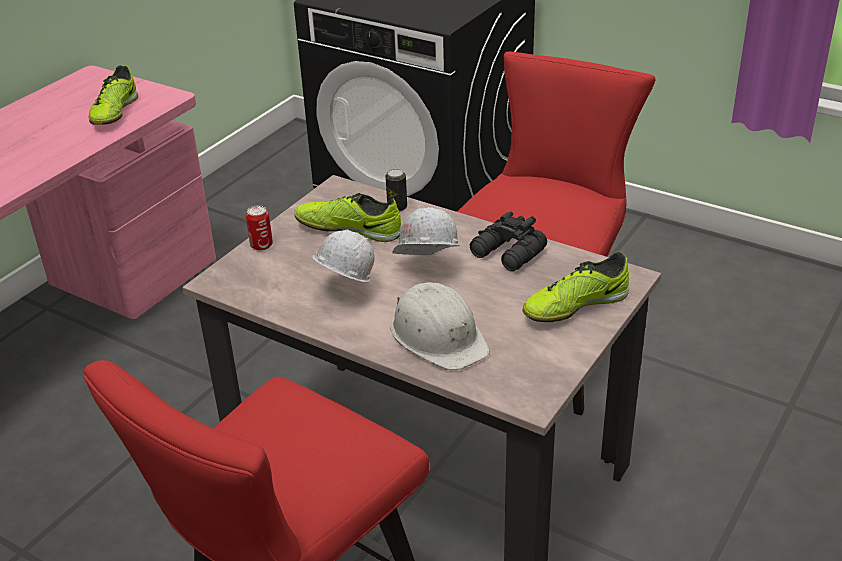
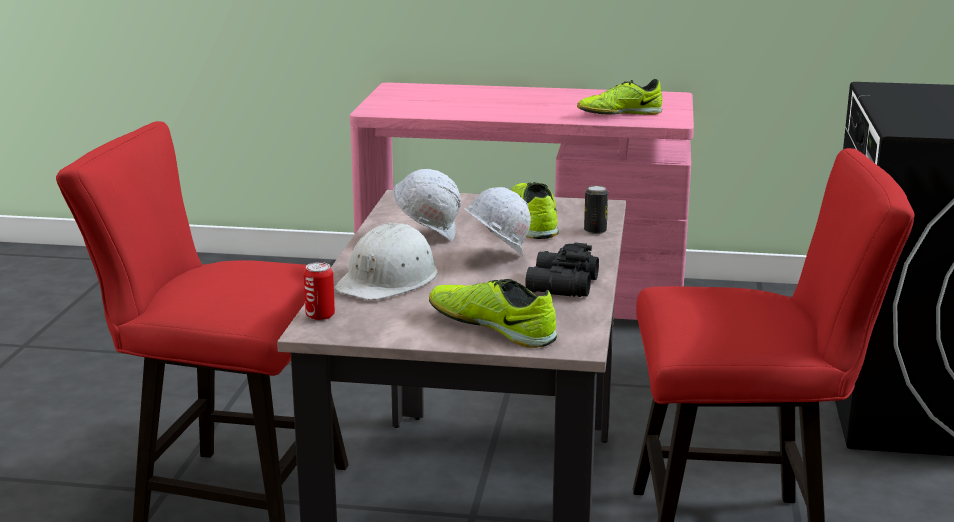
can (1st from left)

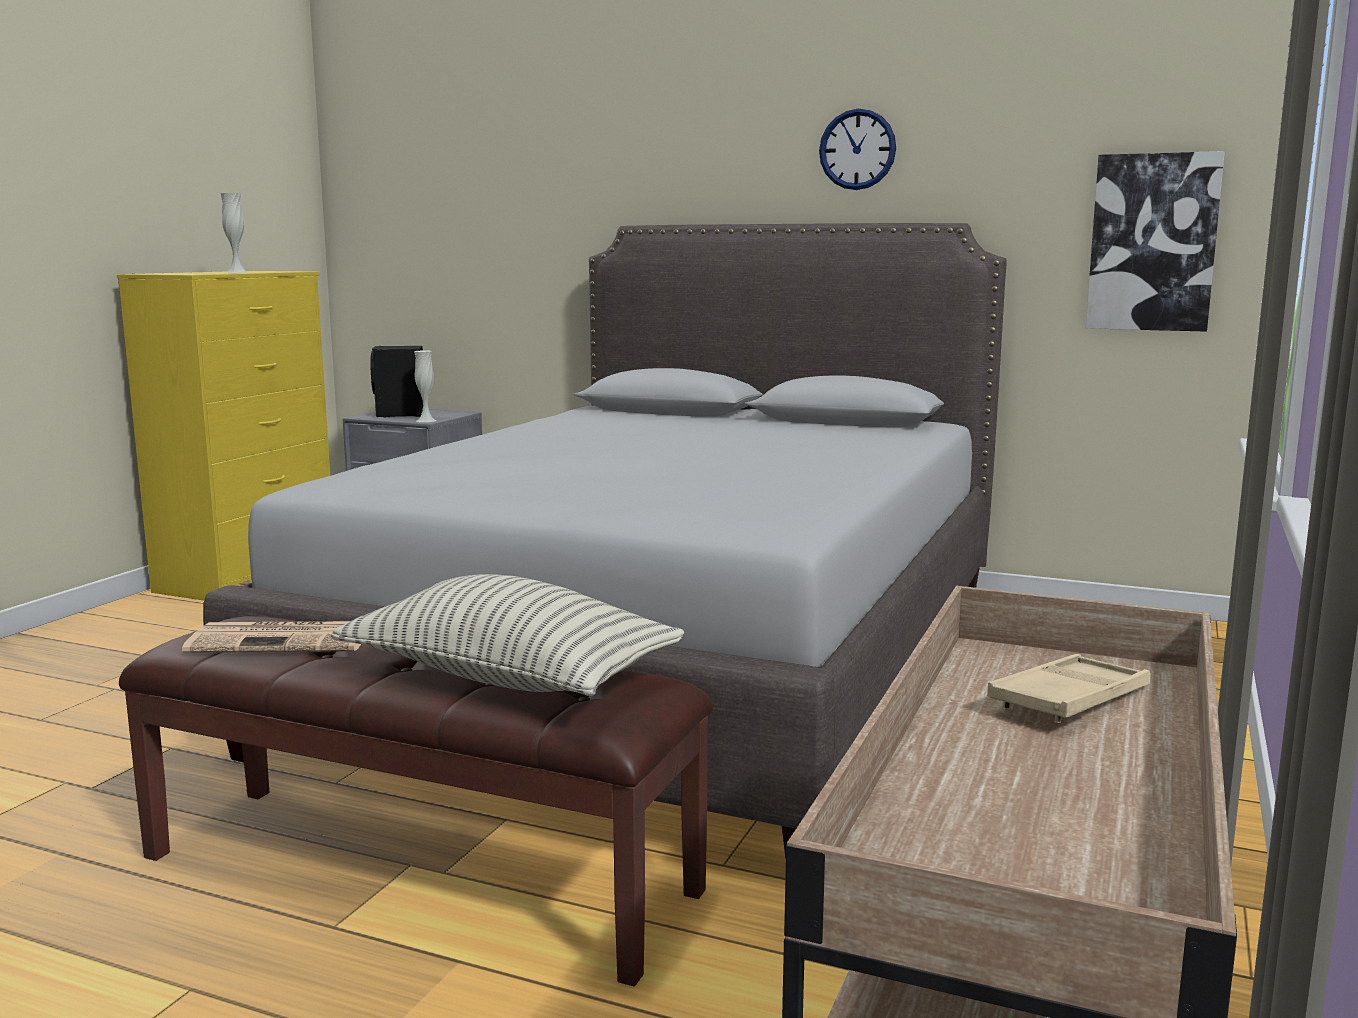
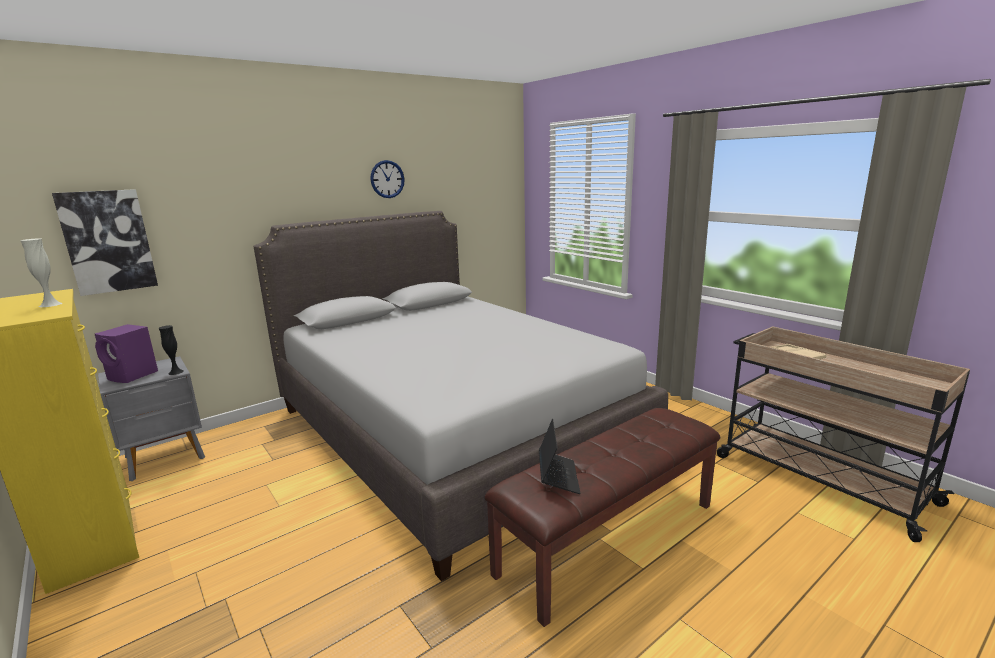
laptop; pillow; purple speaker; black vase; picture

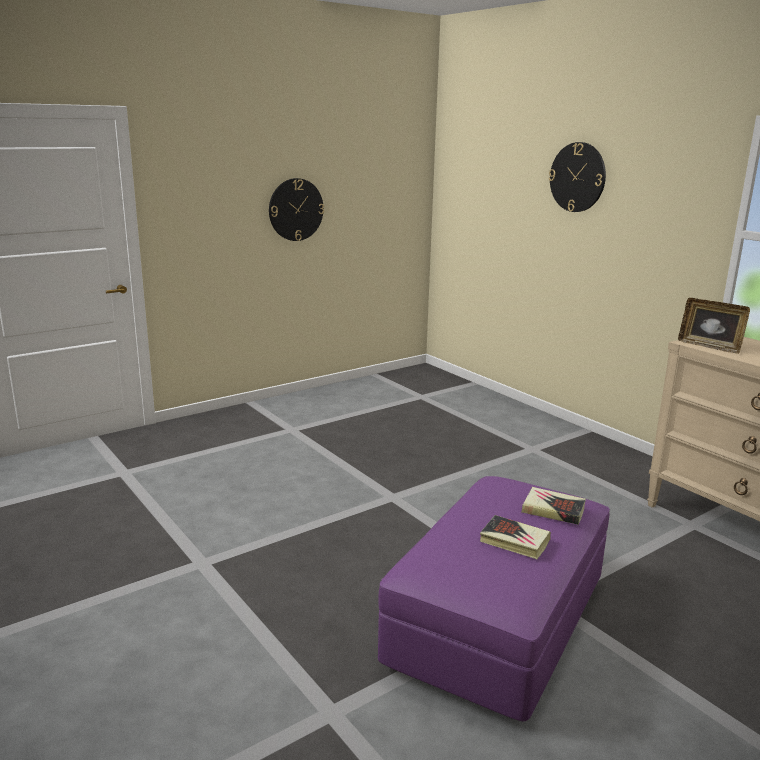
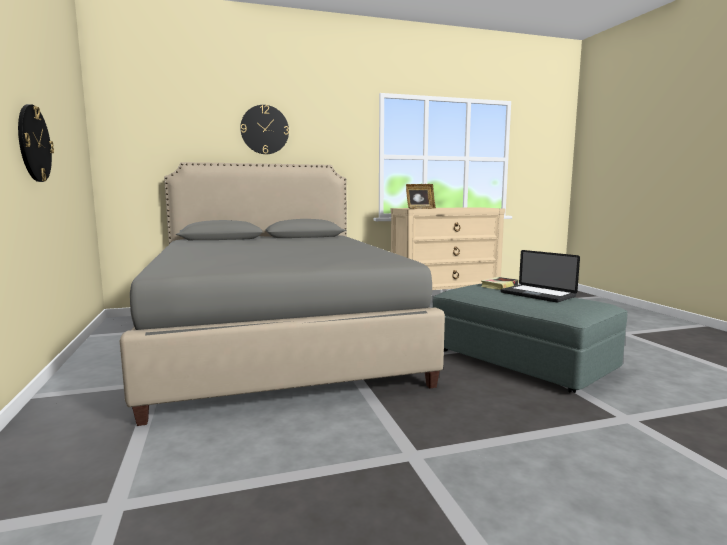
grey ottoman; laptop; grey bed

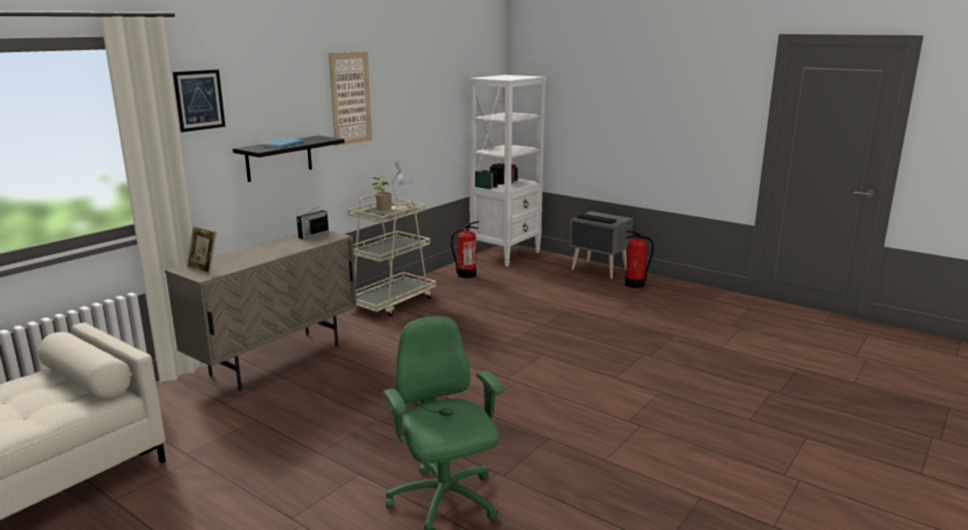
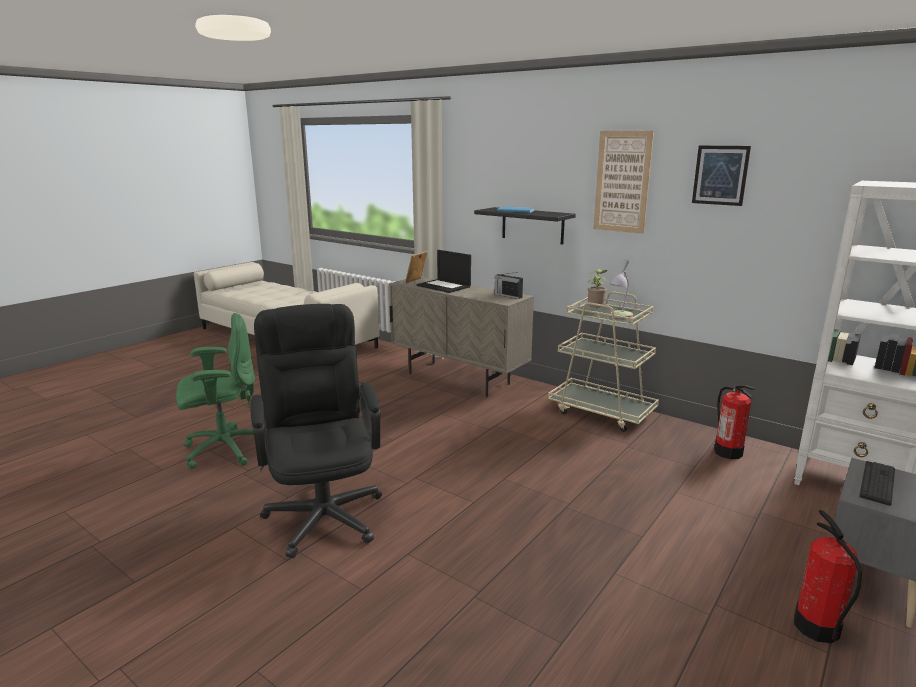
picture (2nd from left); black office chair; laptop

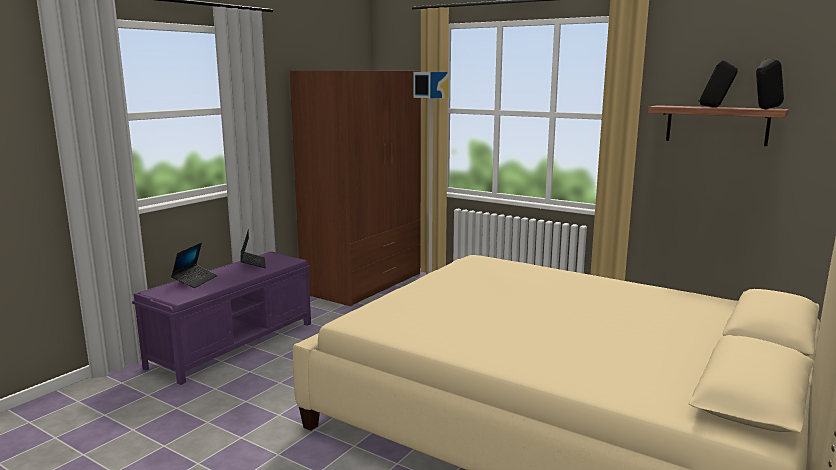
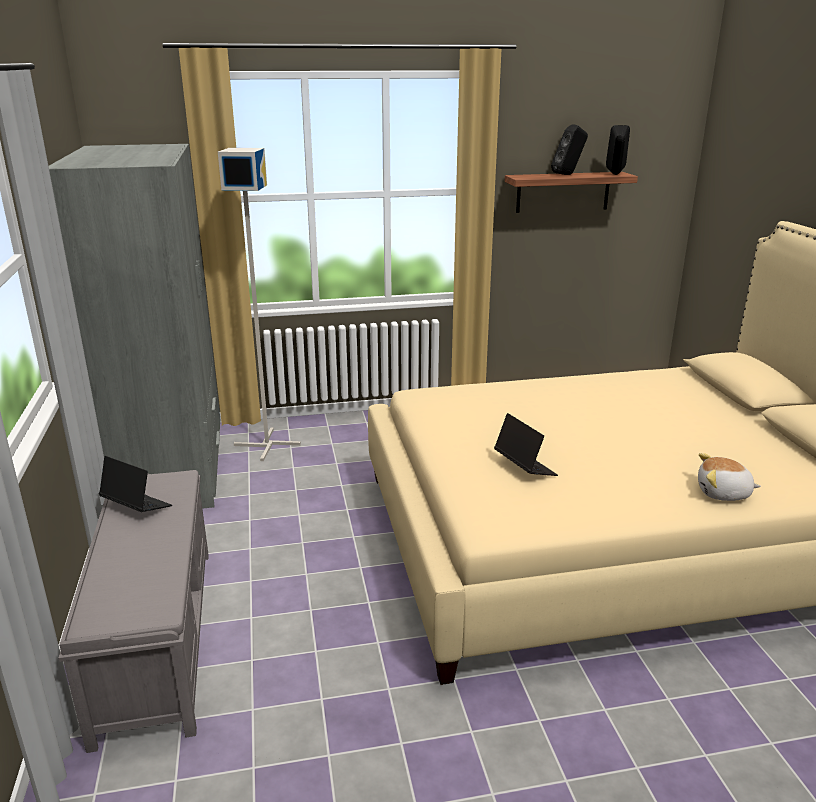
grey bench; laptop (2nd from left); grey wardrobe; plush toy

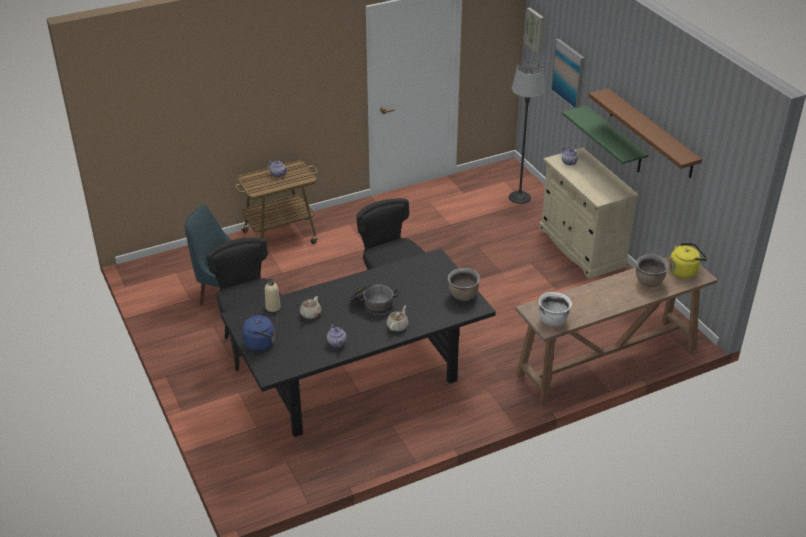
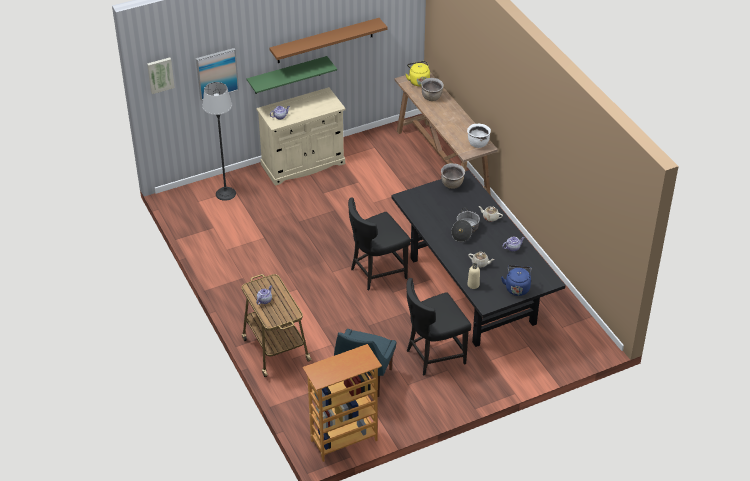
bookcase

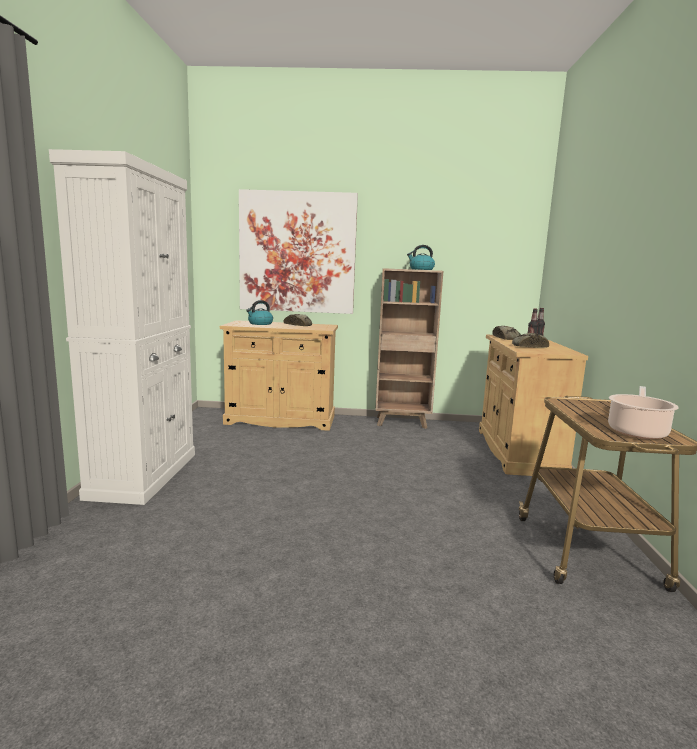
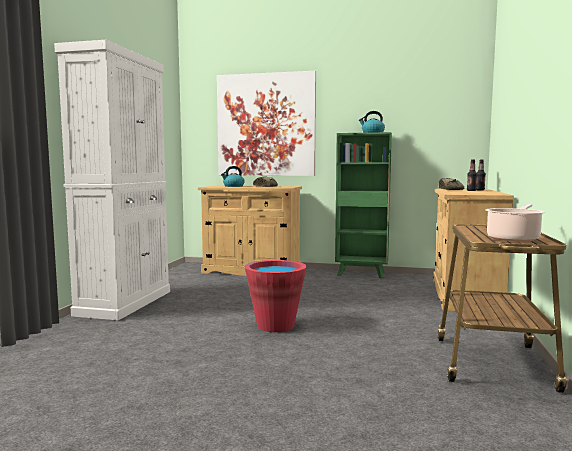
green bookcase; bread (3rd from left in the first image); red bucket

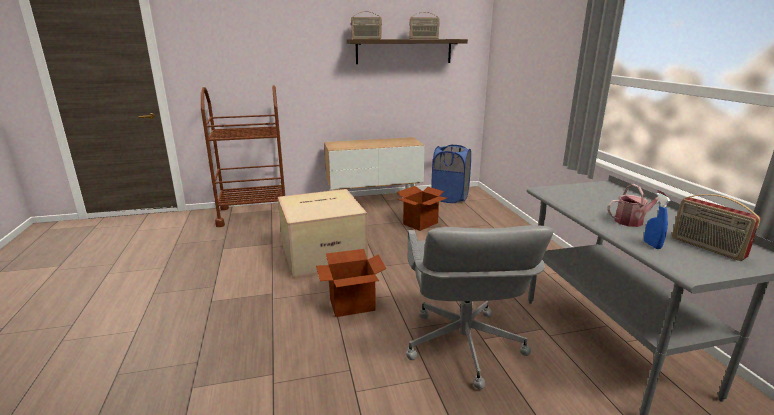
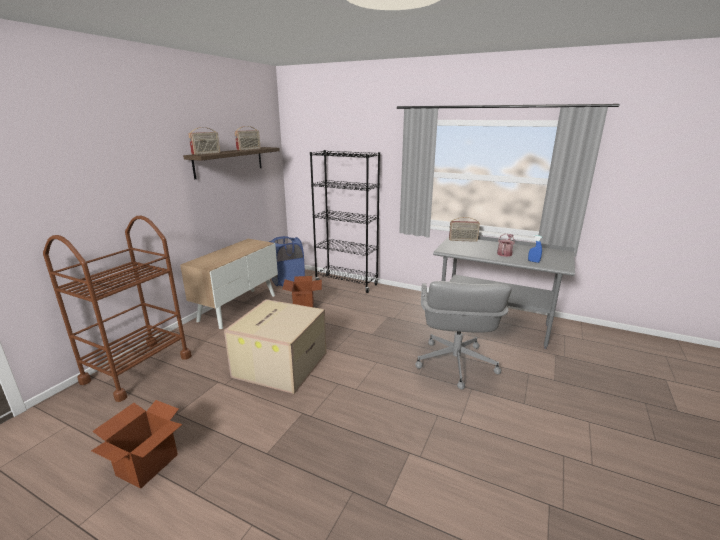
cardboard box (1st from left); grey office chair; radio (3rd from left); black bookcase

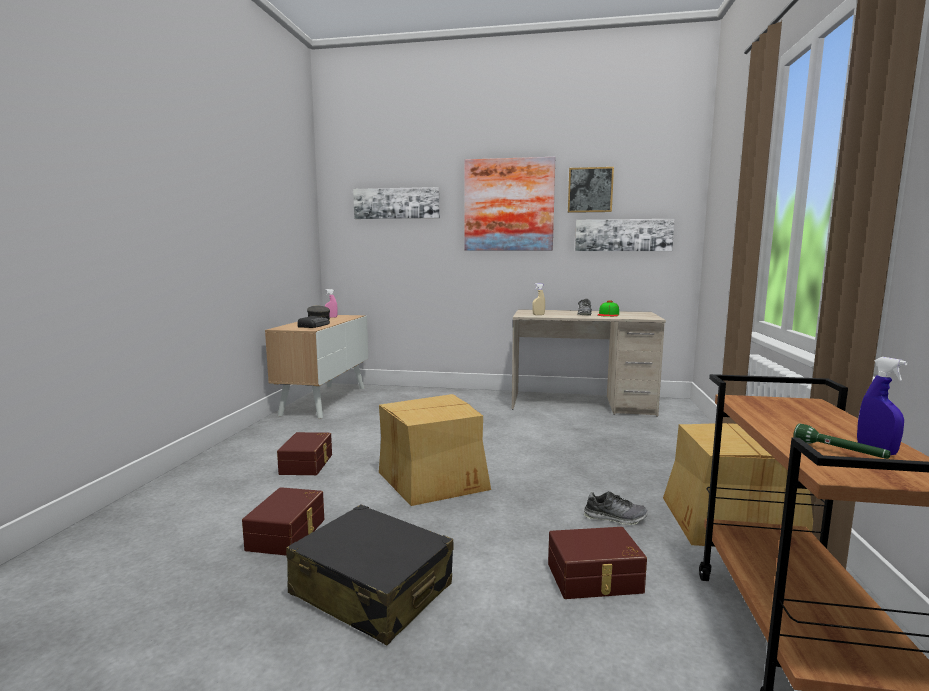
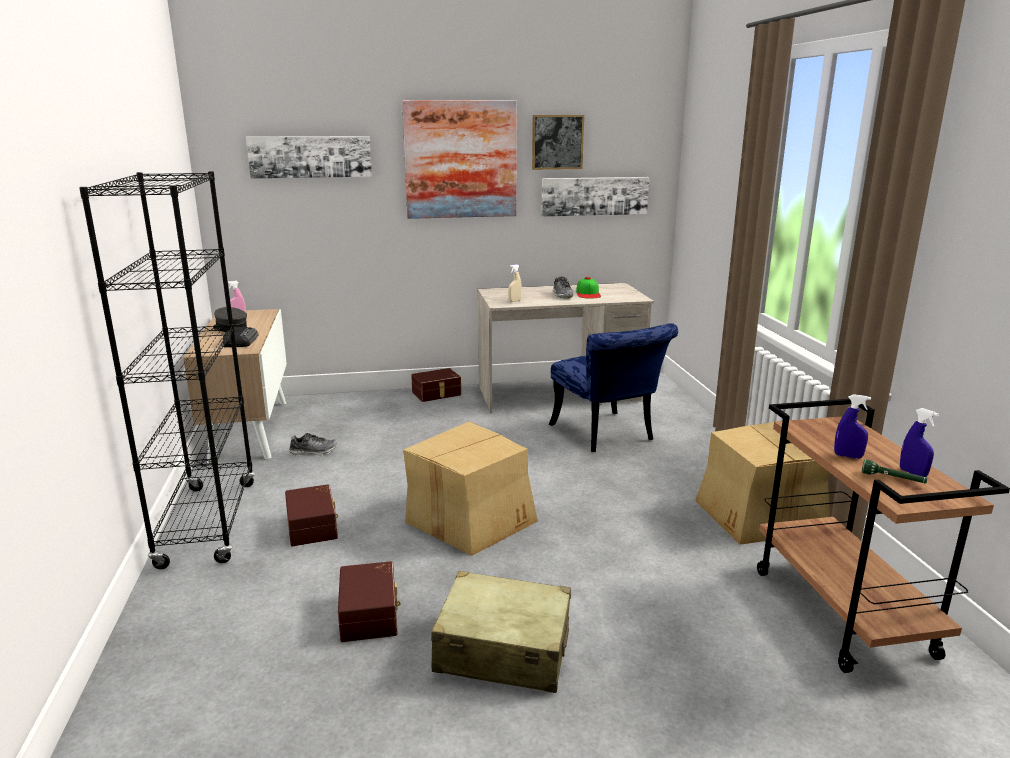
beige suitcase; brown storage box (3rd from left); shoe (1st from left); black bookcase; blue chair; blue spray bottle (1st from left)

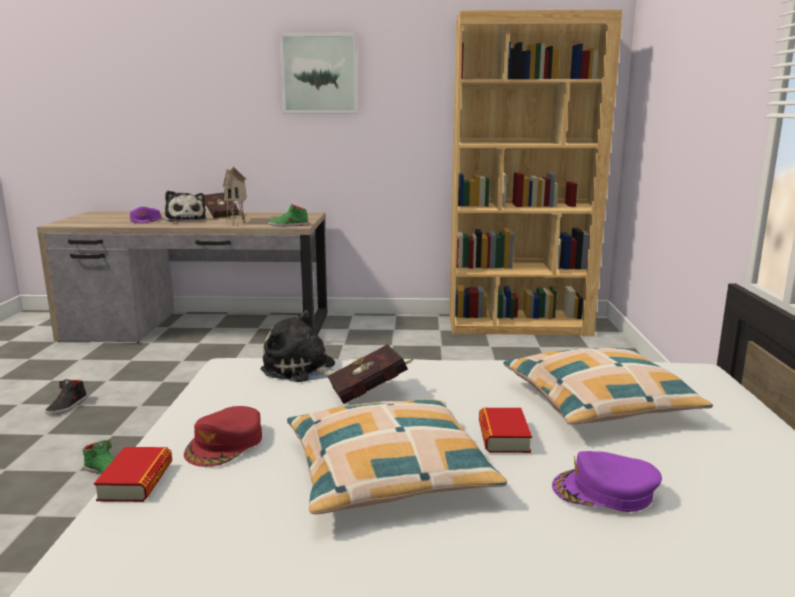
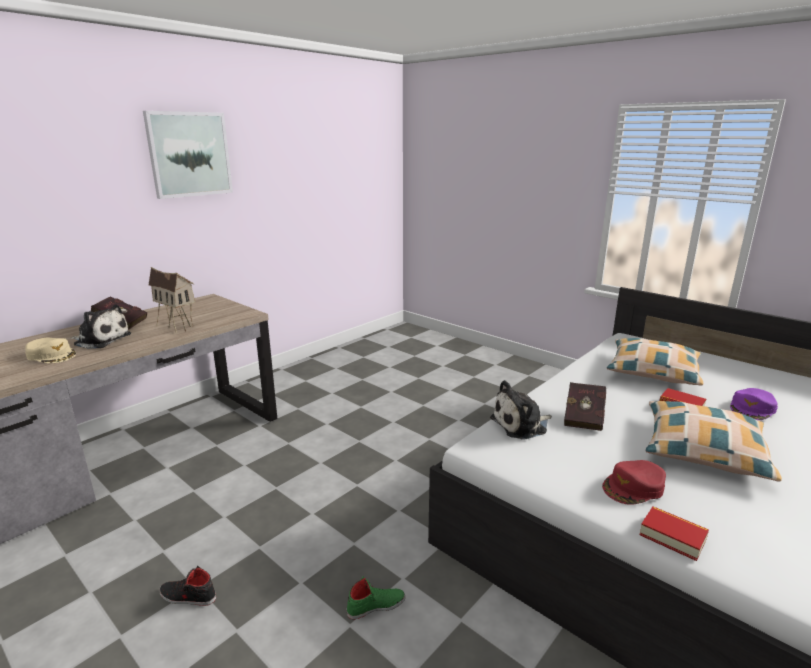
black shoe; beige cap; red cap; green shoe (2nd from left in the first image); brown bookcase

